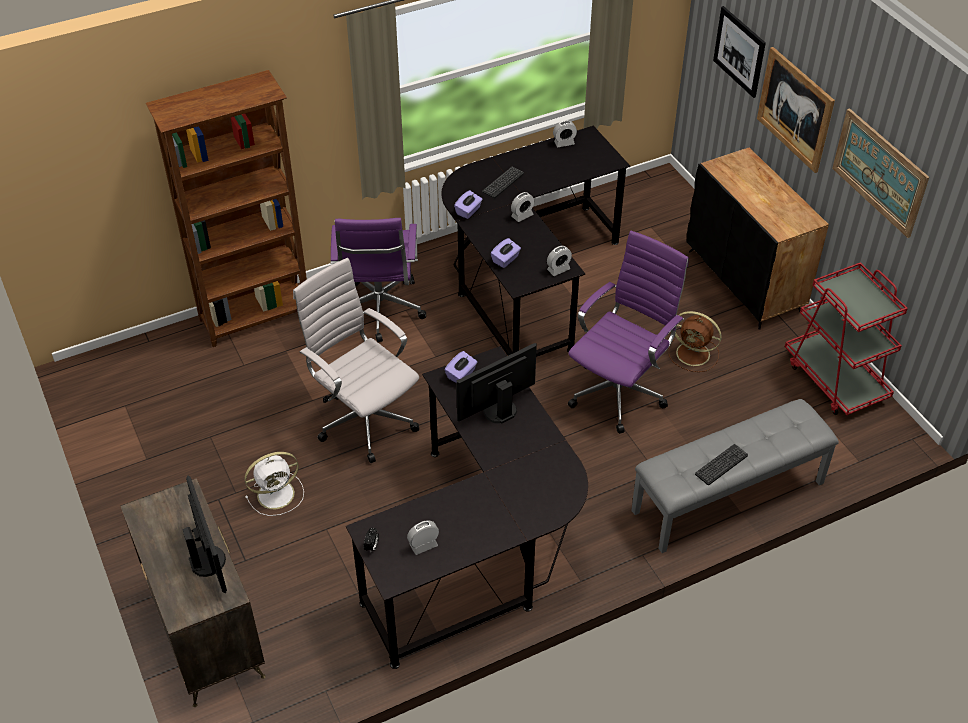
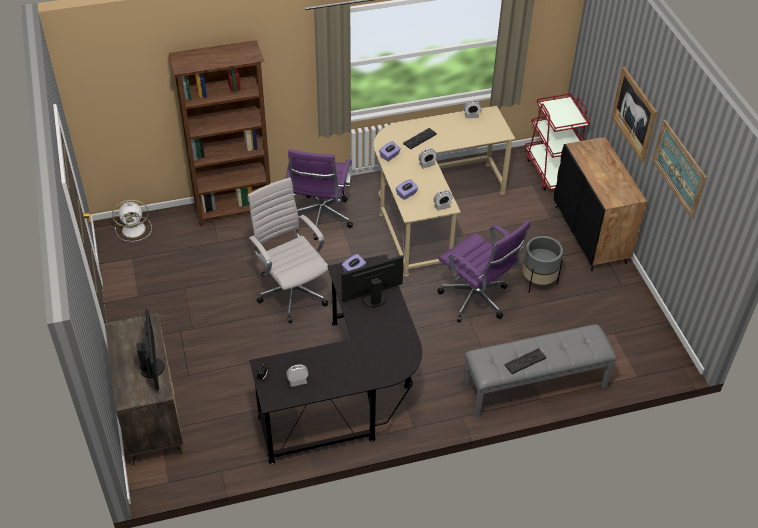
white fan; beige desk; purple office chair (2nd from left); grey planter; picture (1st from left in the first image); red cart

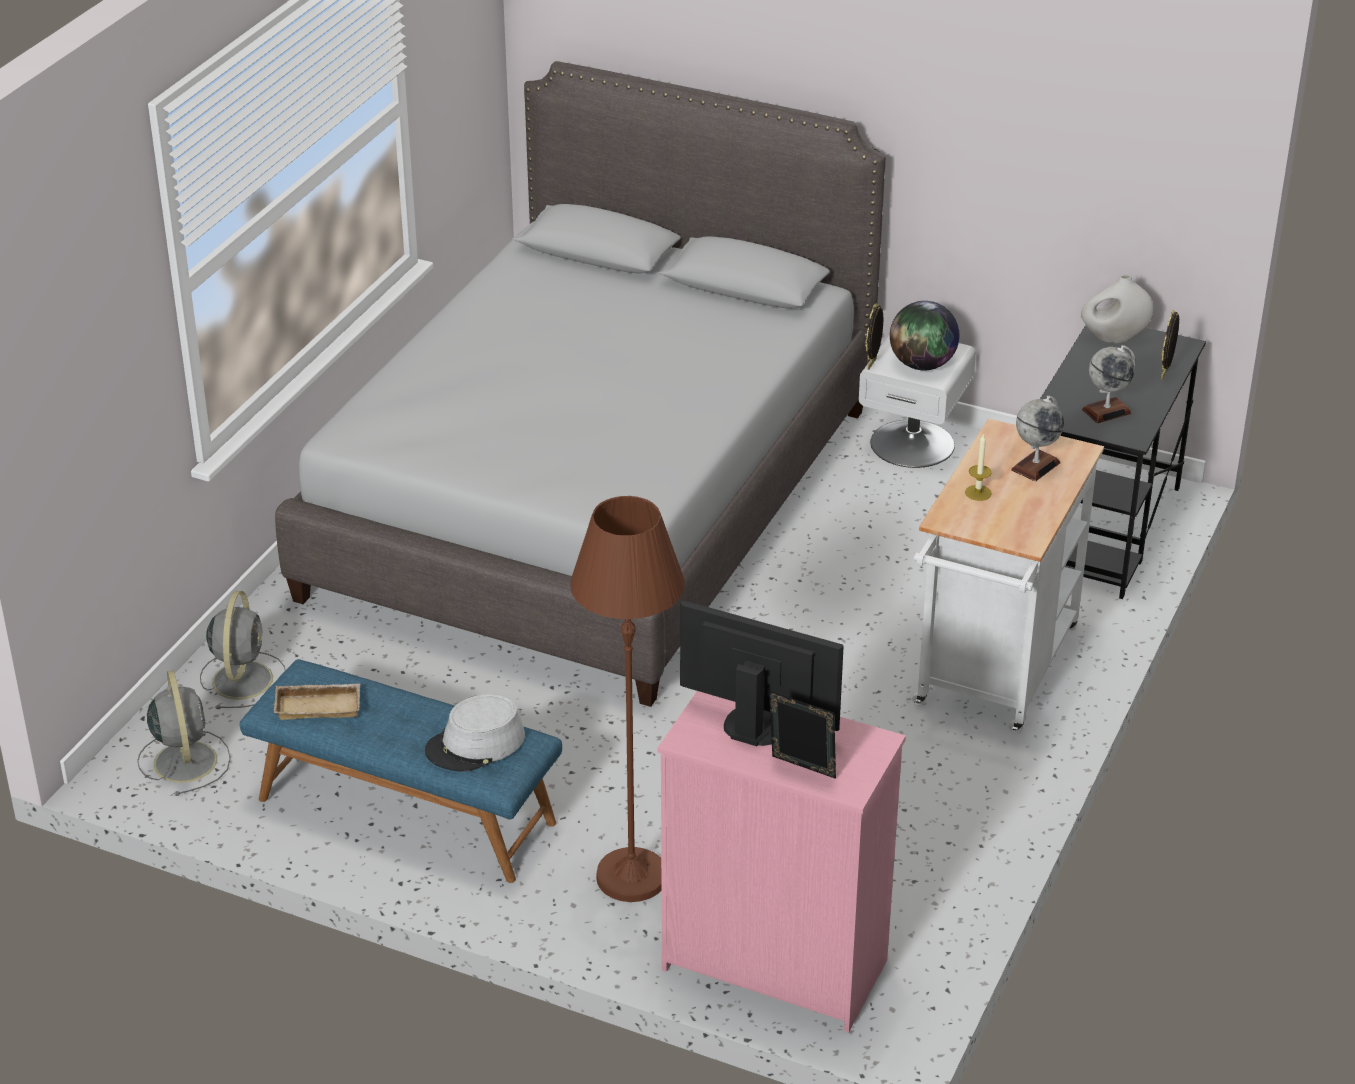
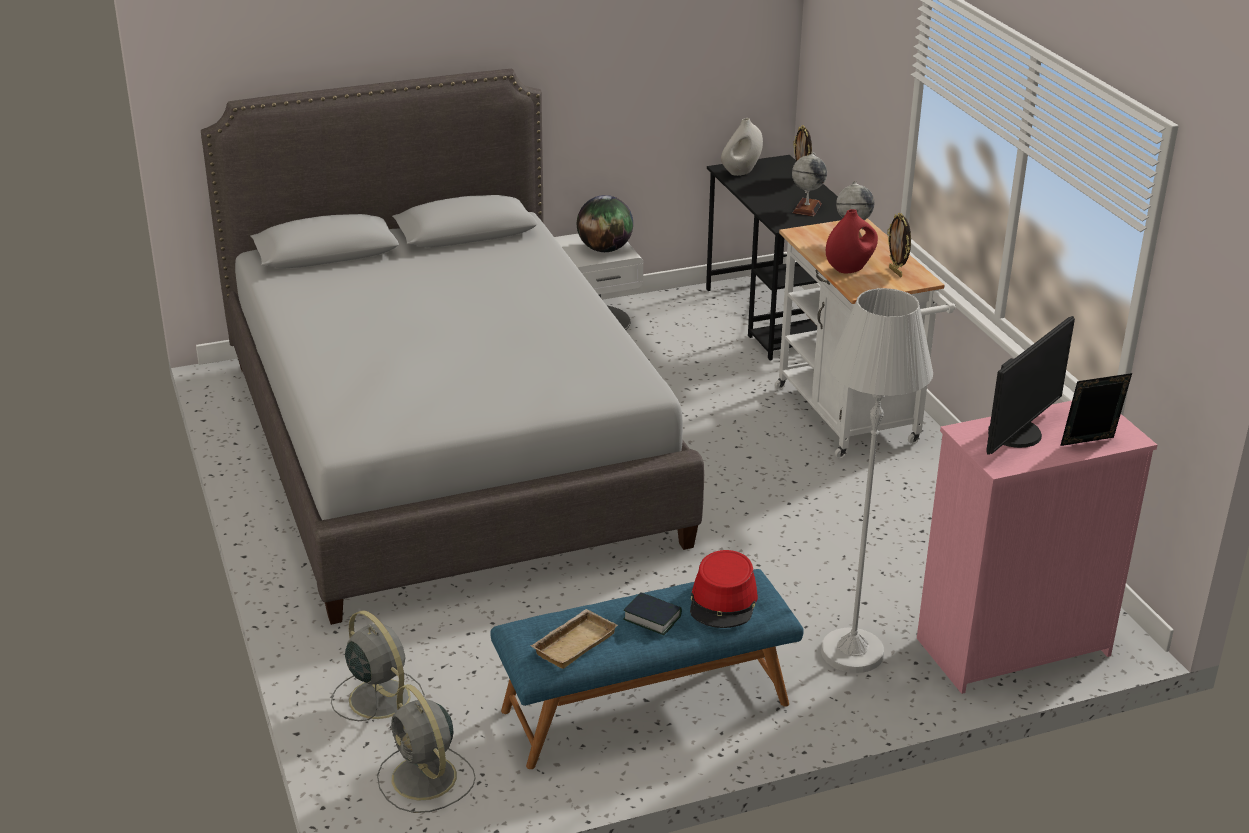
grey fan (2nd from left); red hat; white floor lamp; monitor; picture frame (2nd from left); red vase; book

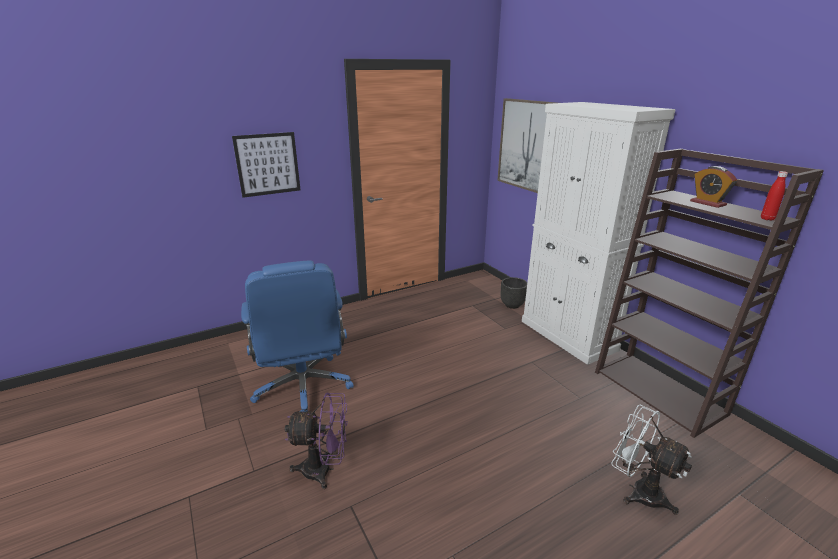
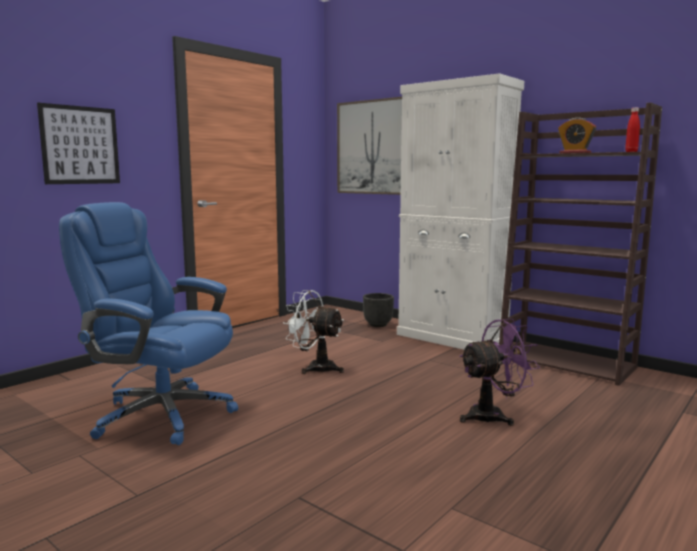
blue office chair; purple fan; white fan

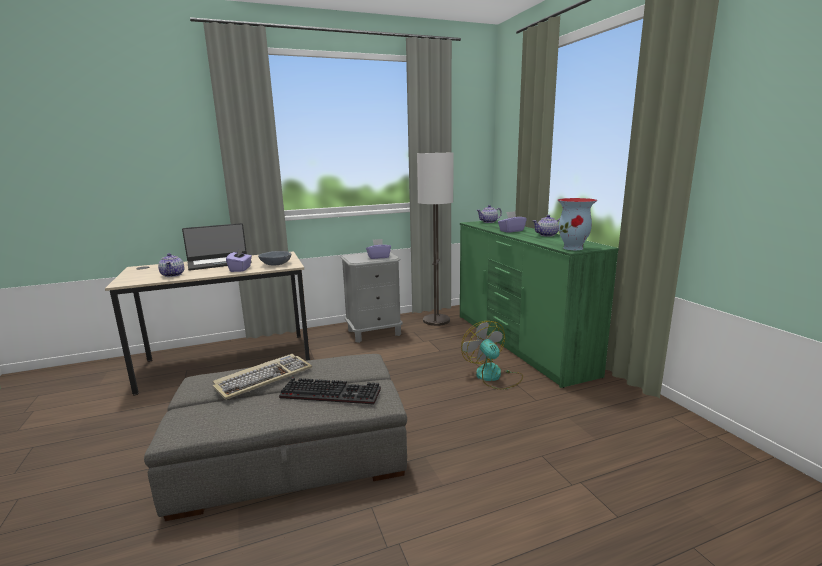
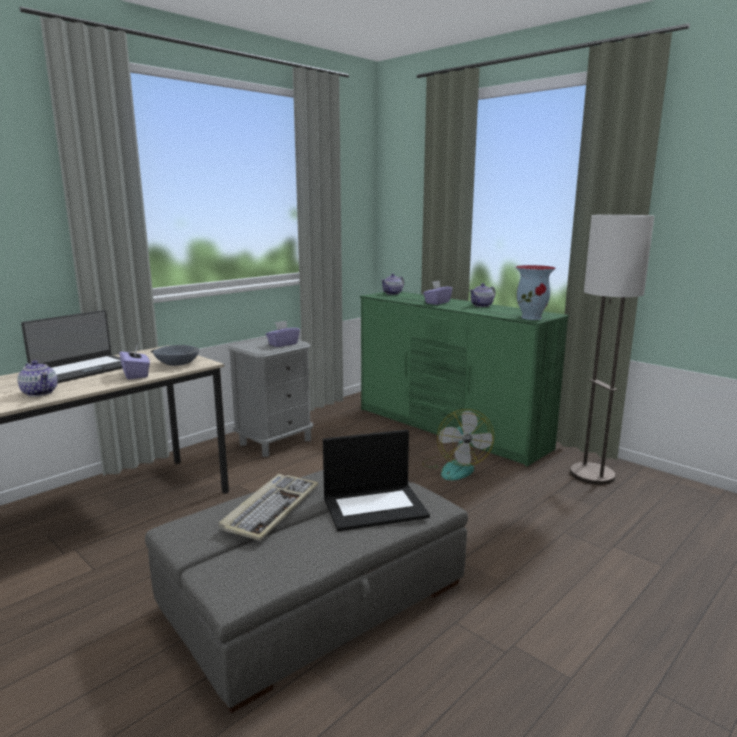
laptop (2nd from left); floor lamp; fan

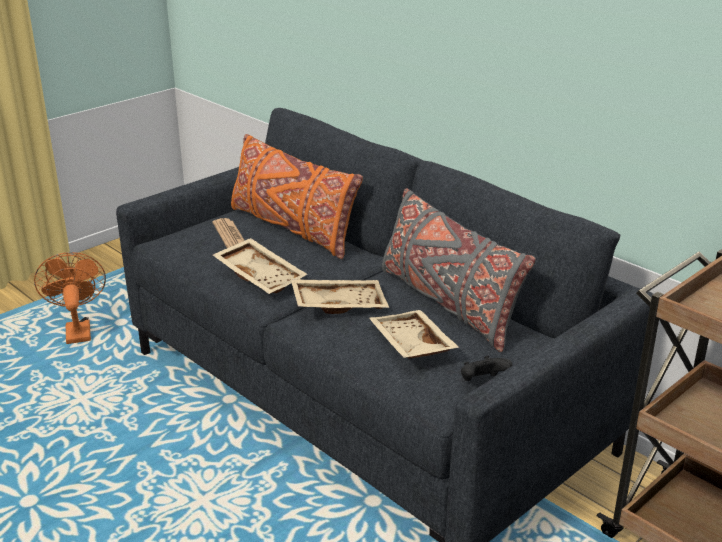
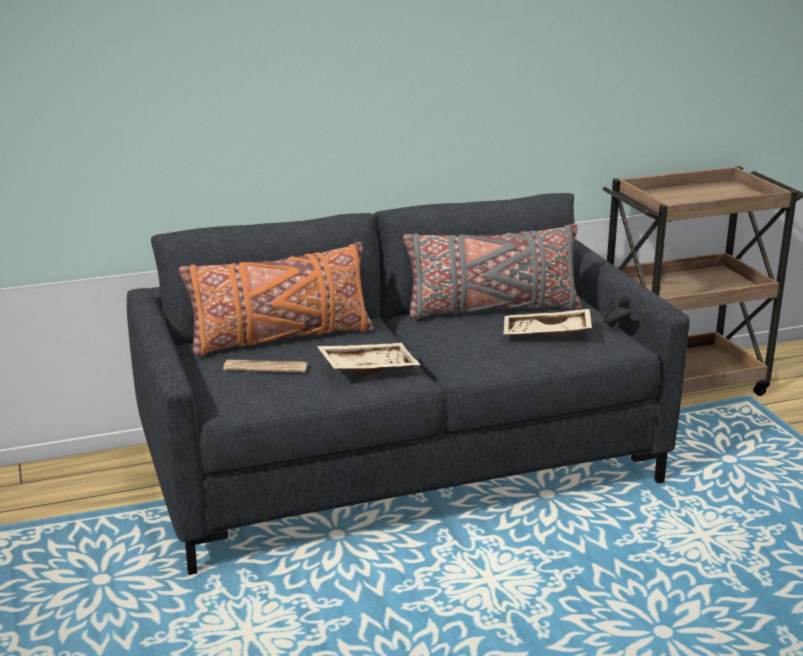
orange fan; beige tray (2nd from left in the first image)

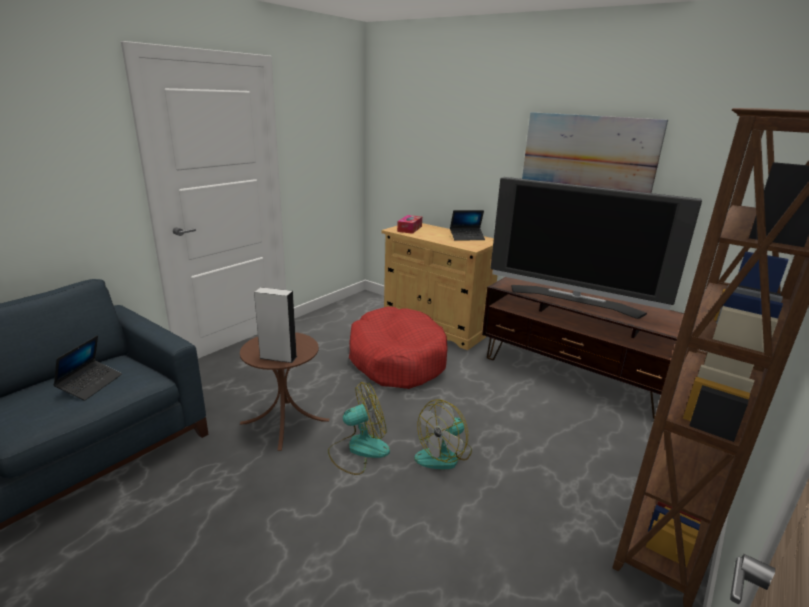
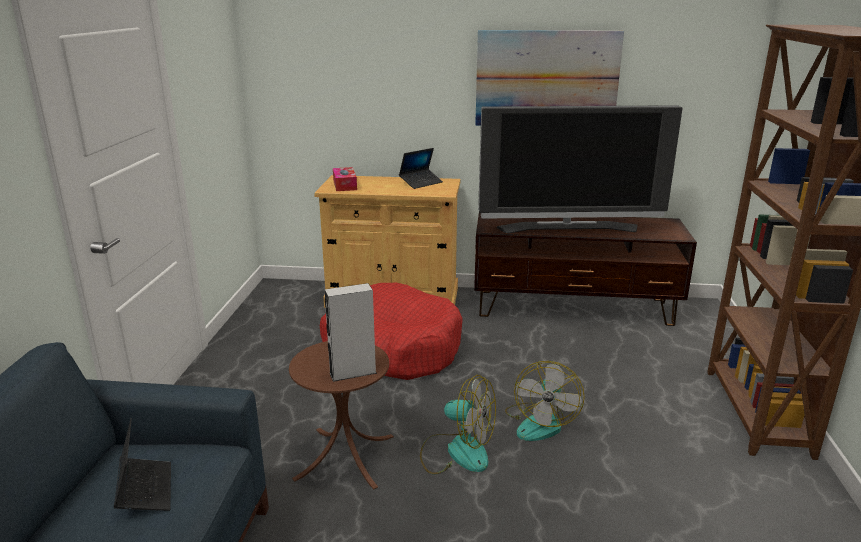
fan (1st from left)

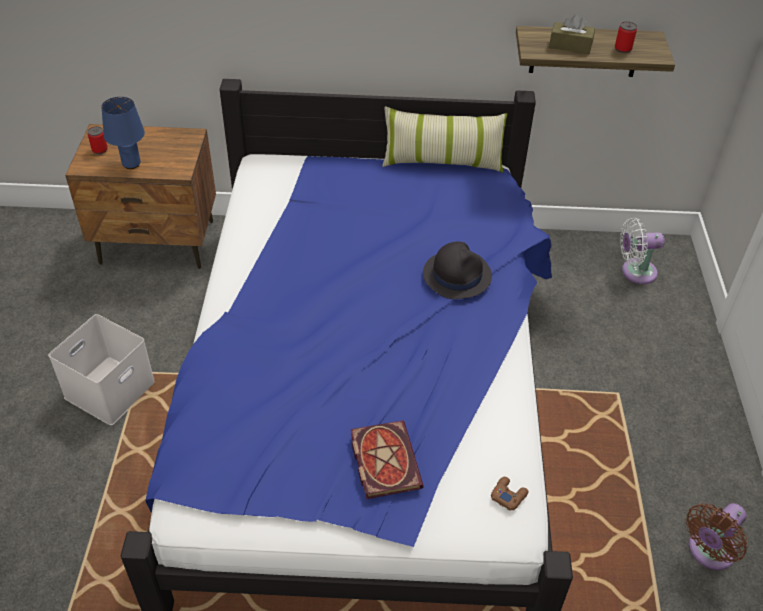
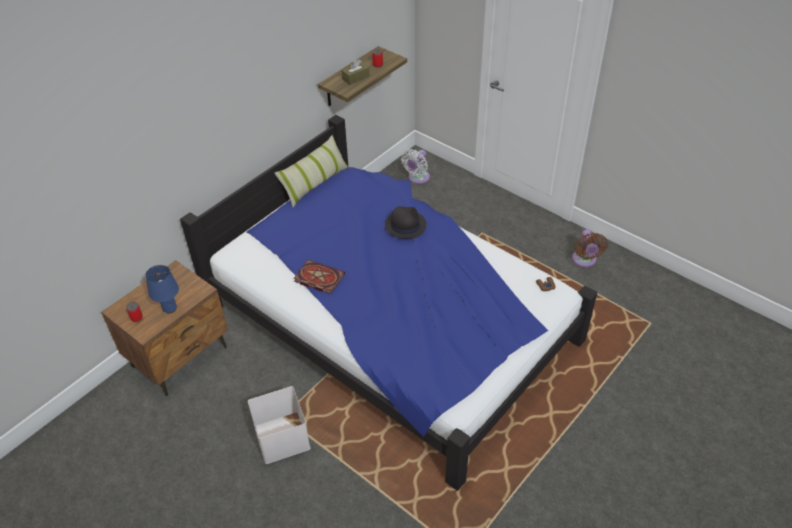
book

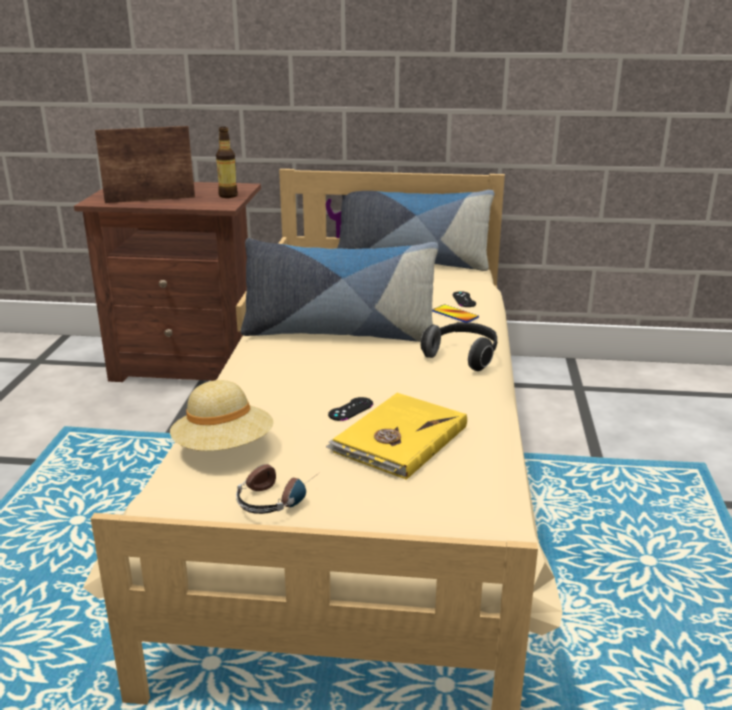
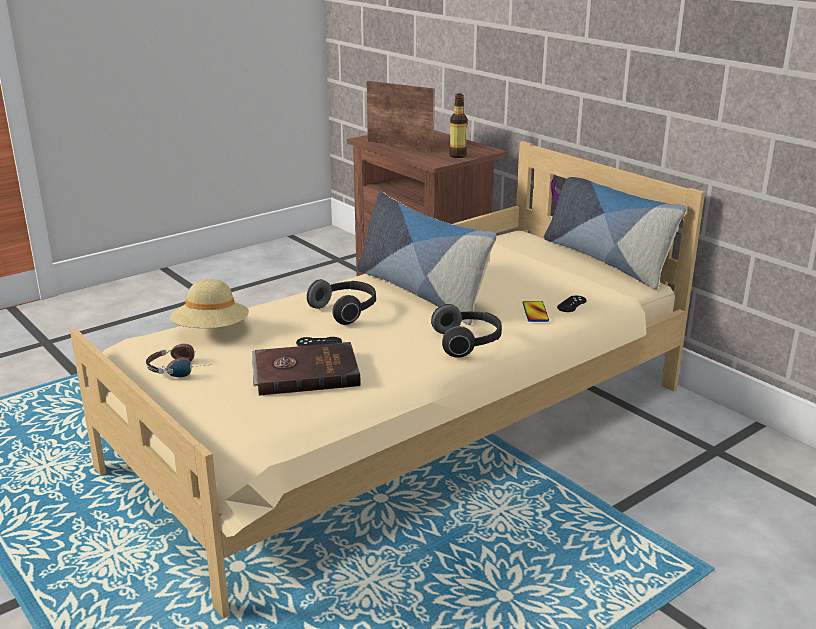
brown book; headphones (2nd from left)

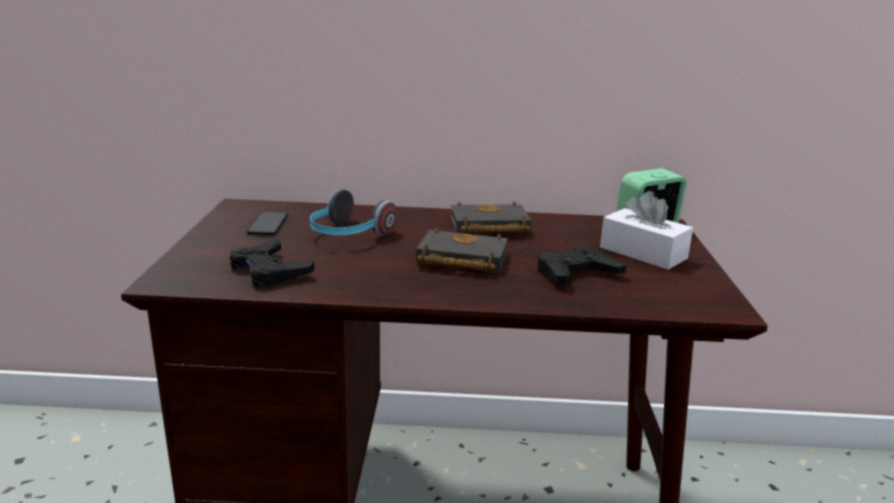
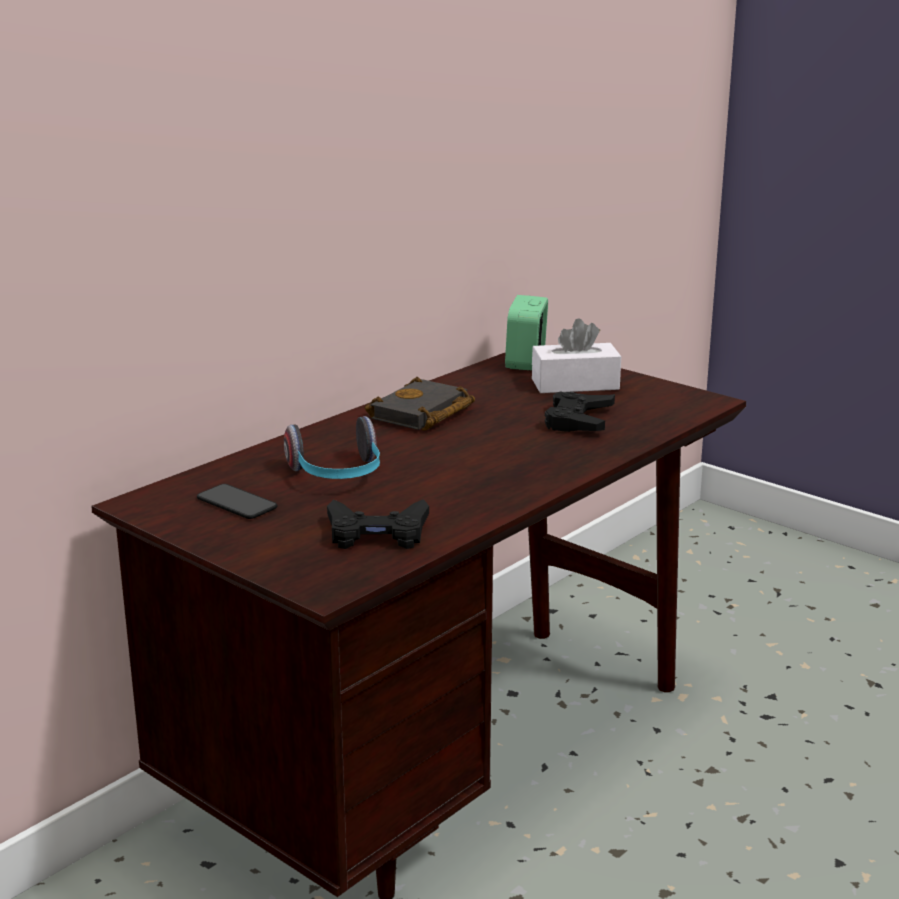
black book (1st from left in the first image)

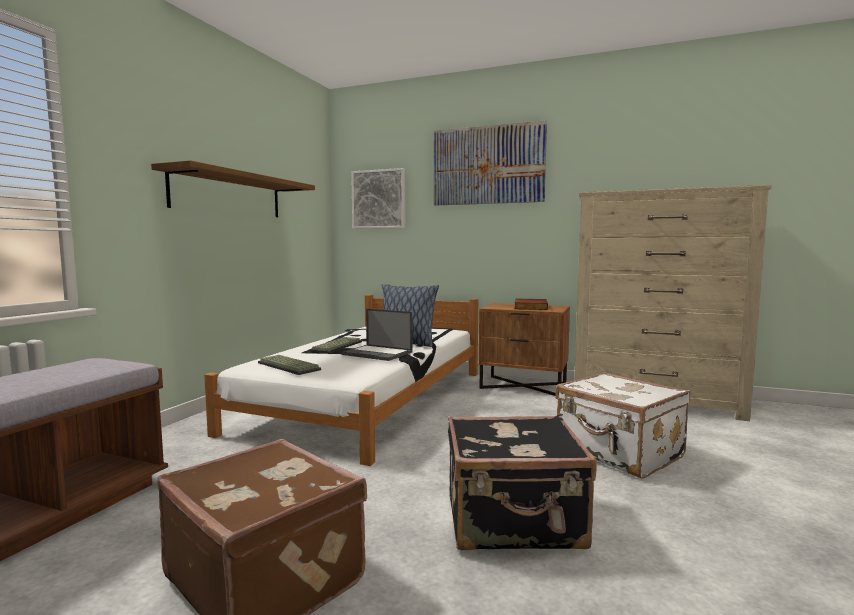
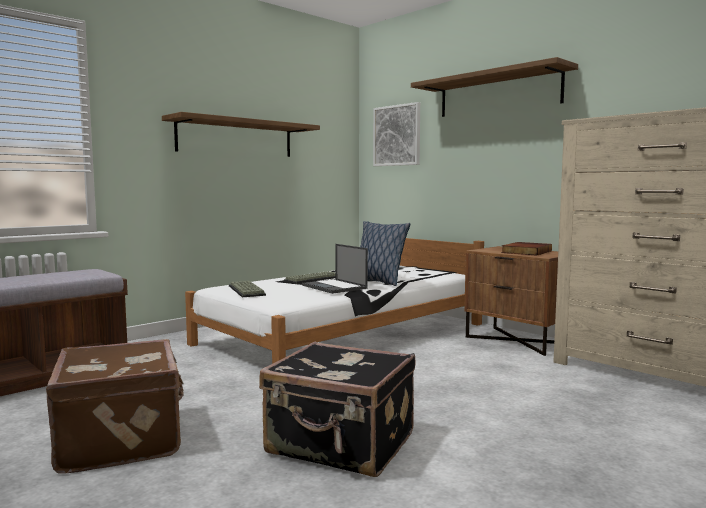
shelf (2nd from left); white suitcase

